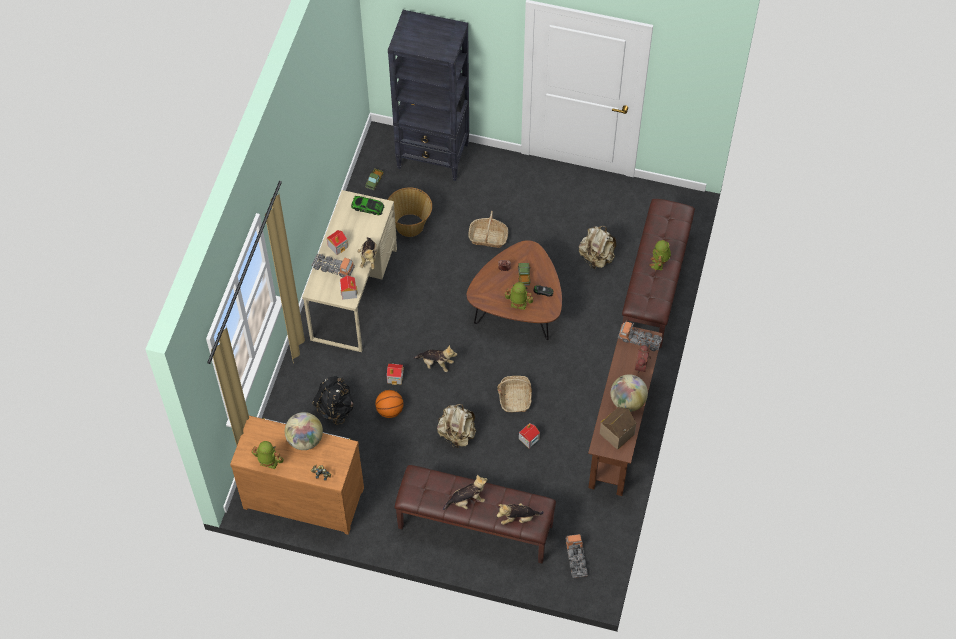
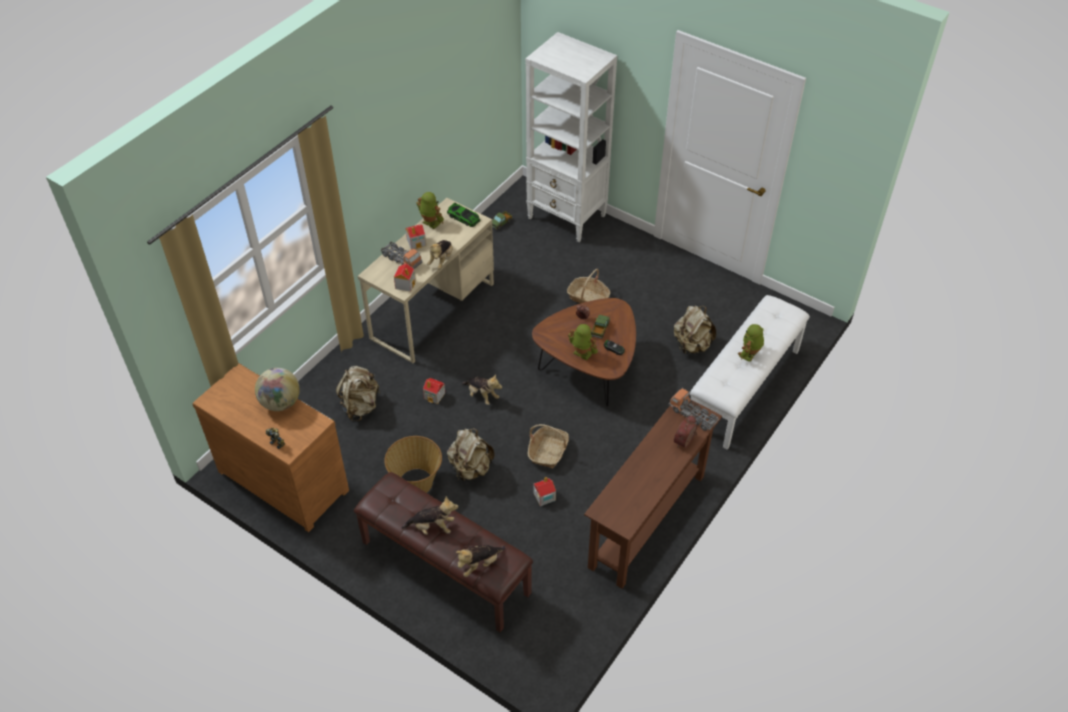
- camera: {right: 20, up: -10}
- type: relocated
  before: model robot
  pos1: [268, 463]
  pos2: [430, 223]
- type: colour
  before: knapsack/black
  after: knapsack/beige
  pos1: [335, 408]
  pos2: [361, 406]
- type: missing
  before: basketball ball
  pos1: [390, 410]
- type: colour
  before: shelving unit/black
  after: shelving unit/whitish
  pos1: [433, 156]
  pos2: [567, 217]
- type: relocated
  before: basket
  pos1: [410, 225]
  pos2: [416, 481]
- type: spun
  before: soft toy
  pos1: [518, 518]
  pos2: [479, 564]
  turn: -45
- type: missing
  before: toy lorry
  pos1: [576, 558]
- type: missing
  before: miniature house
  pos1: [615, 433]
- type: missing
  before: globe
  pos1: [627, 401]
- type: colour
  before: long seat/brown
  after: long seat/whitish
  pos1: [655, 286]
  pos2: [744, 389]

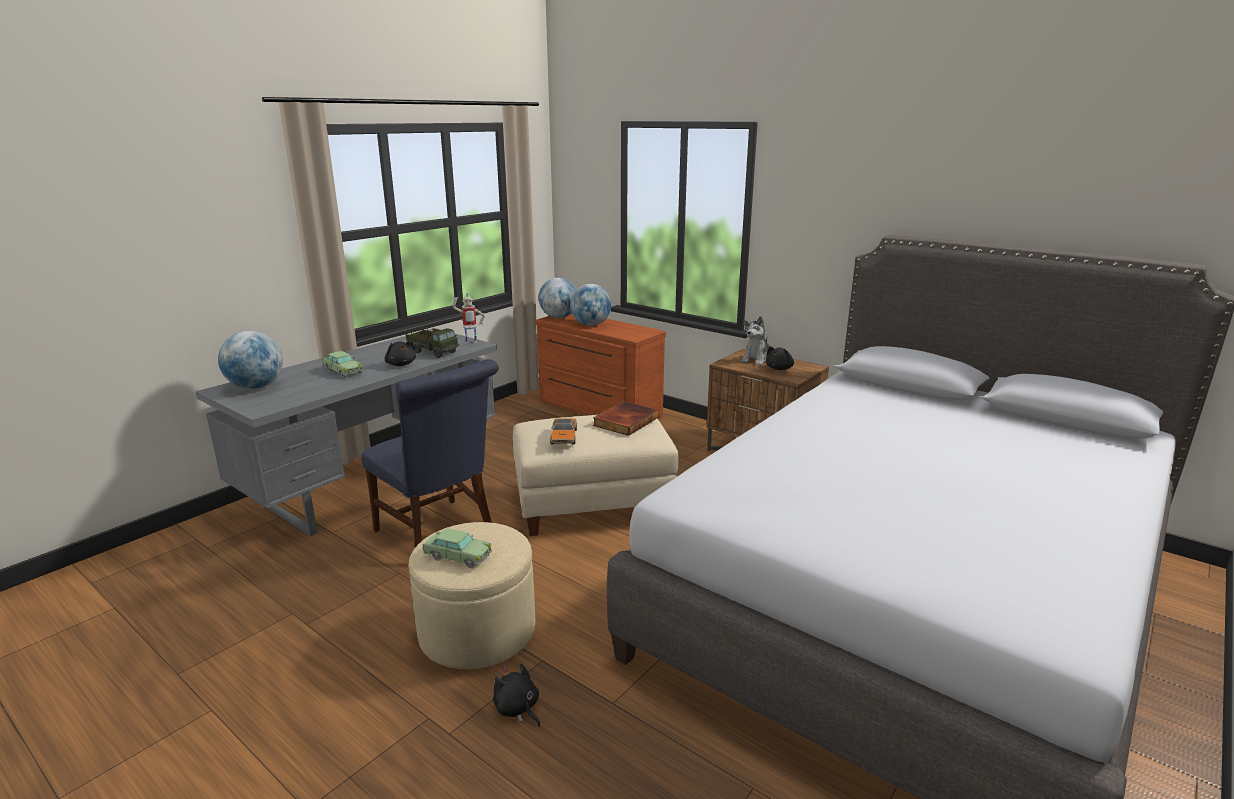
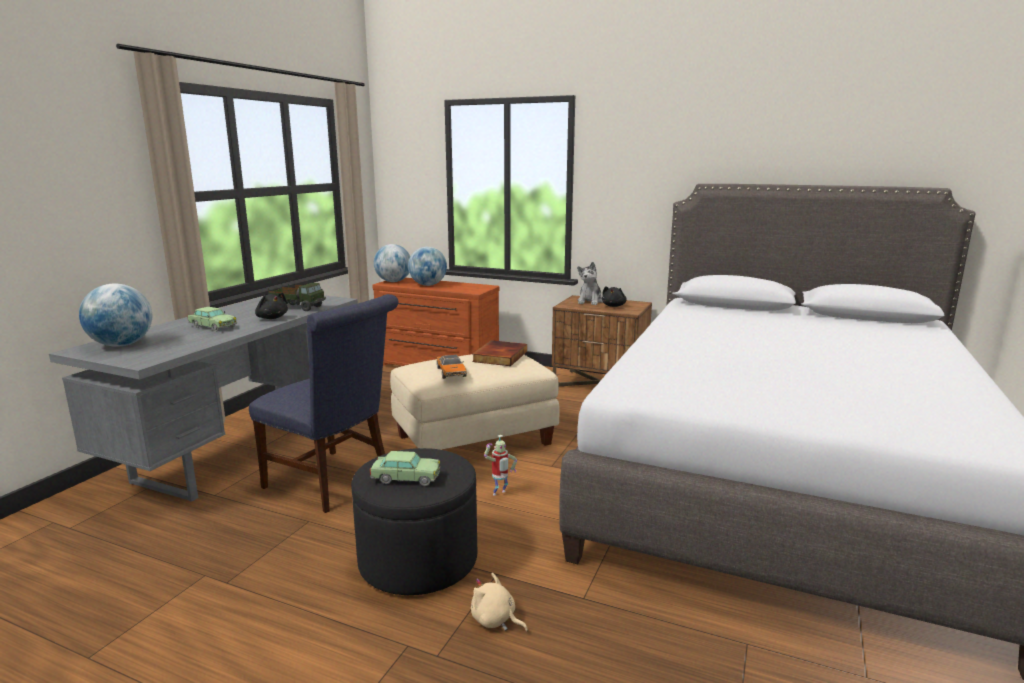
- camera: {right: -15, up: -5}
- type: colour
  before: footrest/beige
  after: footrest/black
  pos1: [477, 631]
  pos2: [418, 560]
- type: relocated
  before: model robot
  pos1: [470, 343]
  pos2: [500, 494]
- type: colour
  before: soft toy/black
  after: soft toy/beige
  pos1: [517, 709]
  pos2: [495, 620]

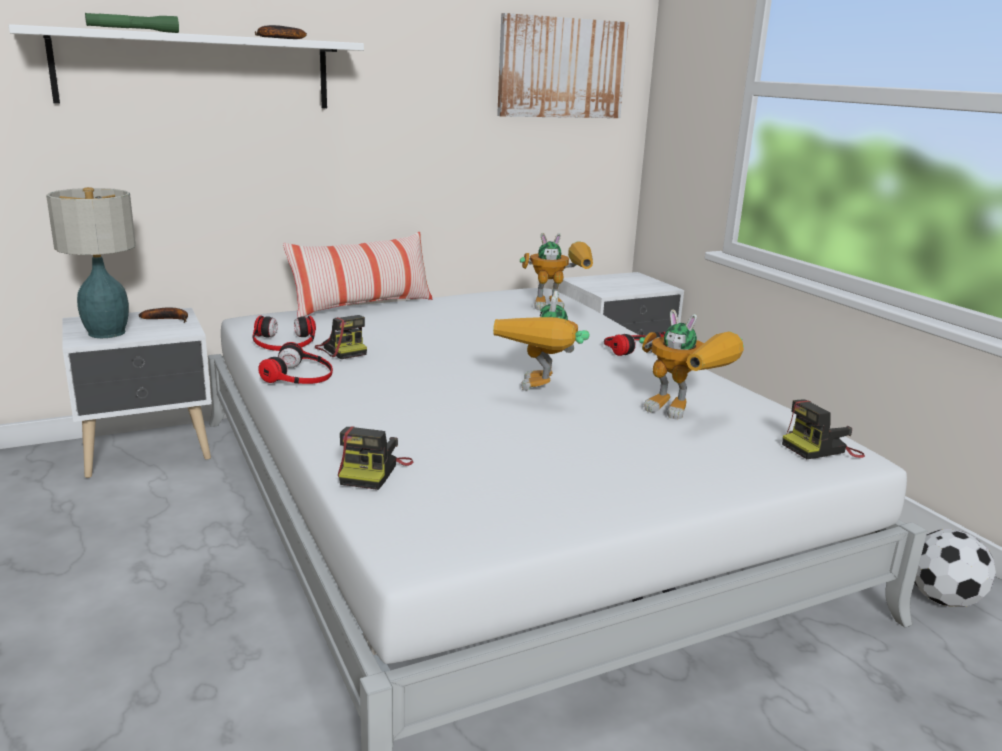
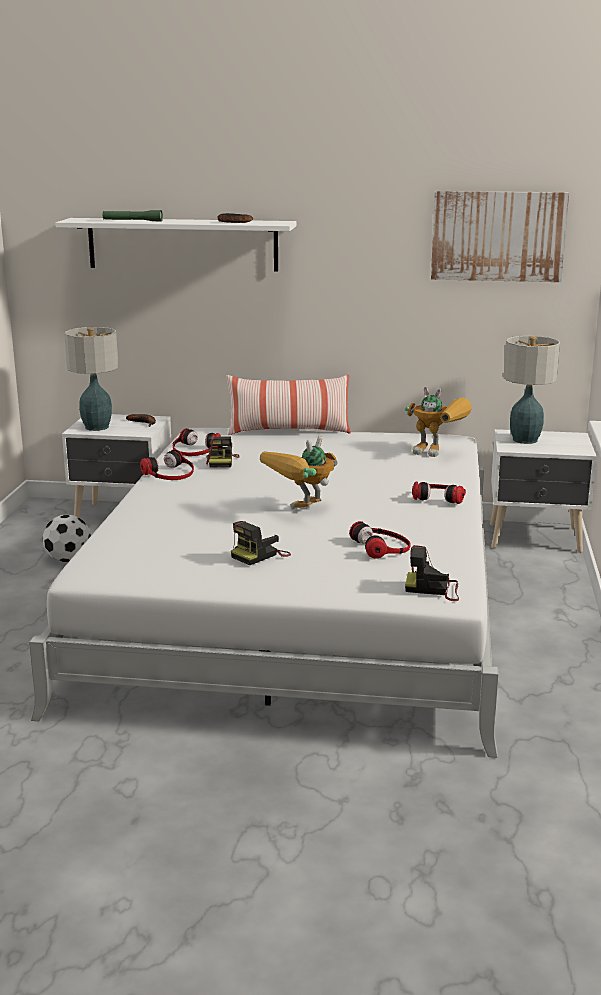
- camera: {right: 35, up: 0}
- type: relocated
  before: photo camera
  pos1: [373, 471]
  pos2: [260, 555]
- type: exchanged
  before: model robot
  after: pair of headphones
  pos1: [685, 413]
  pos2: [382, 547]
- type: relocated
  before: football ball
  pos1: [943, 599]
  pos2: [69, 559]
- type: appeared
  after: lamp for a table
  pos2: [525, 440]

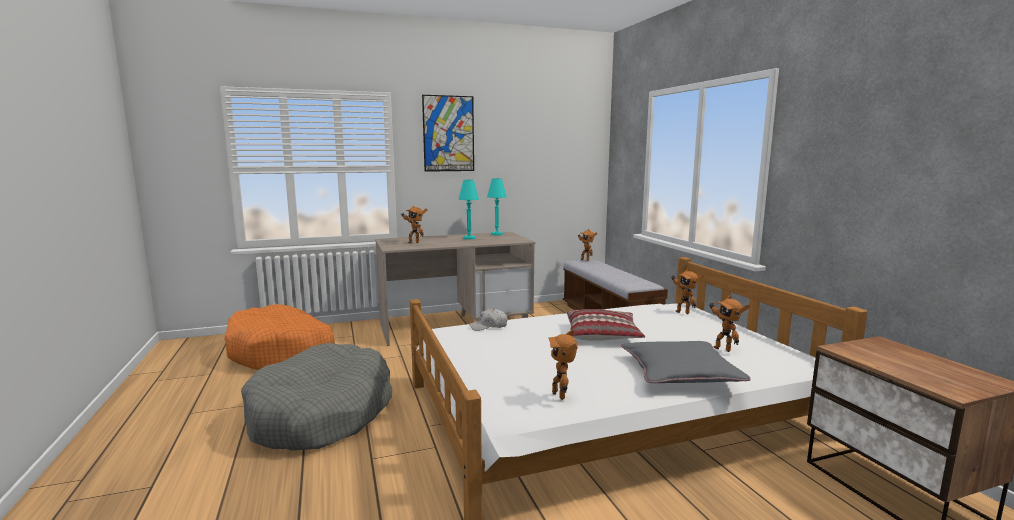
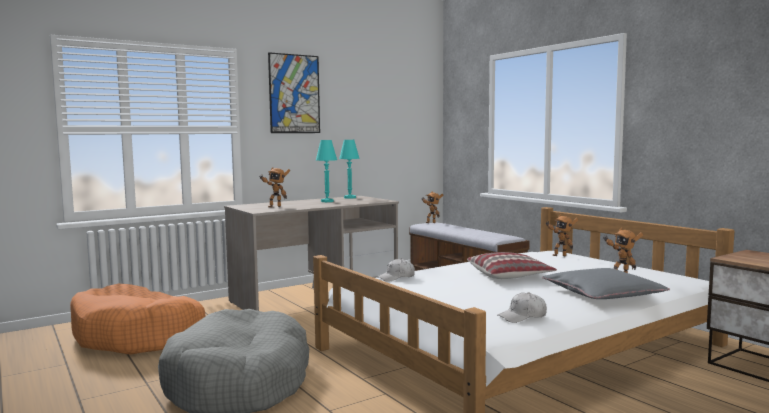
- camera: {right: -15, up: -5}
- type: exchanged
  before: model robot
  after: peaked cap/whitish
  pos1: [560, 395]
  pos2: [522, 317]

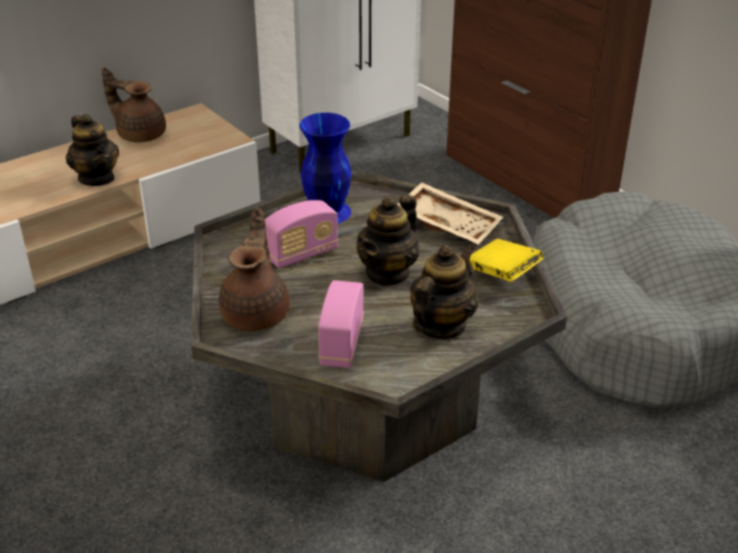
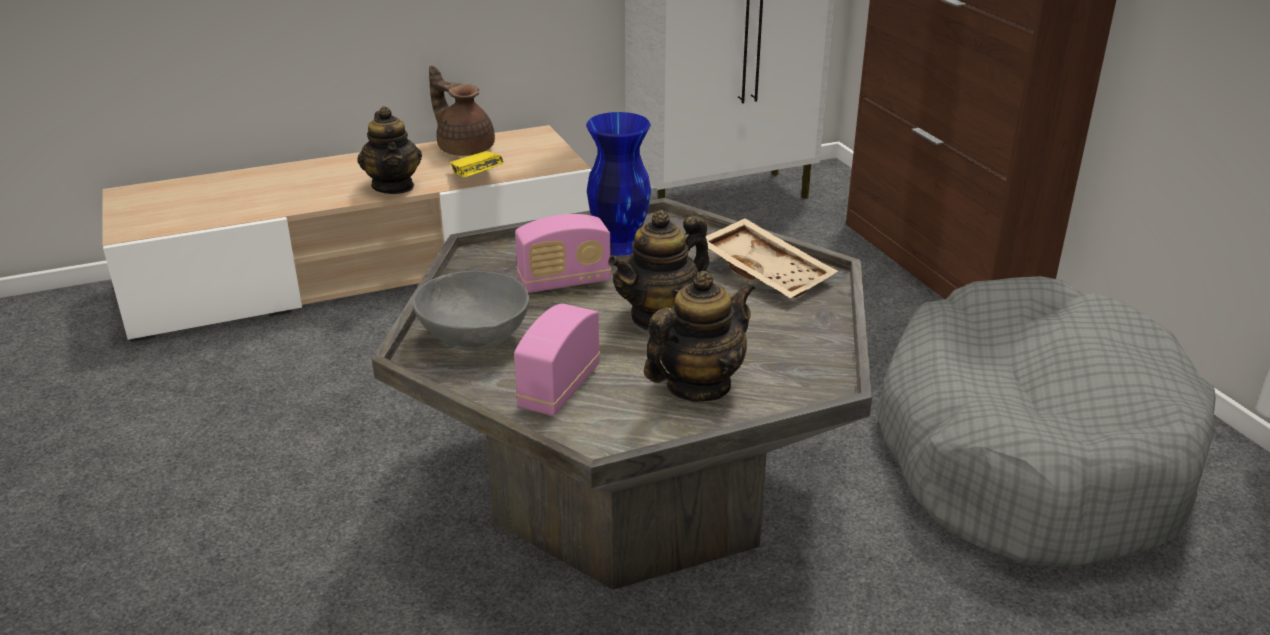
- camera: {right: 15, up: -5}
- type: exchanged
  before: tea pot/brown
  after: bowl/greyish
  pos1: [257, 313]
  pos2: [475, 338]
- type: relocated
  before: volume/yellow
  pos1: [502, 274]
  pos2: [477, 179]

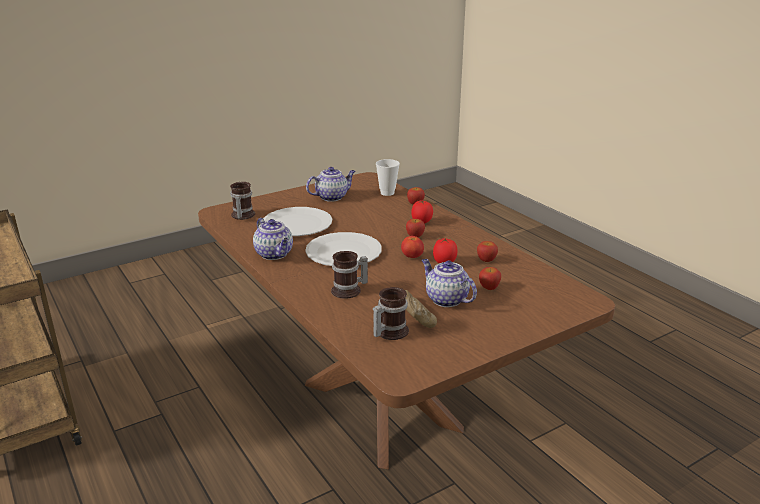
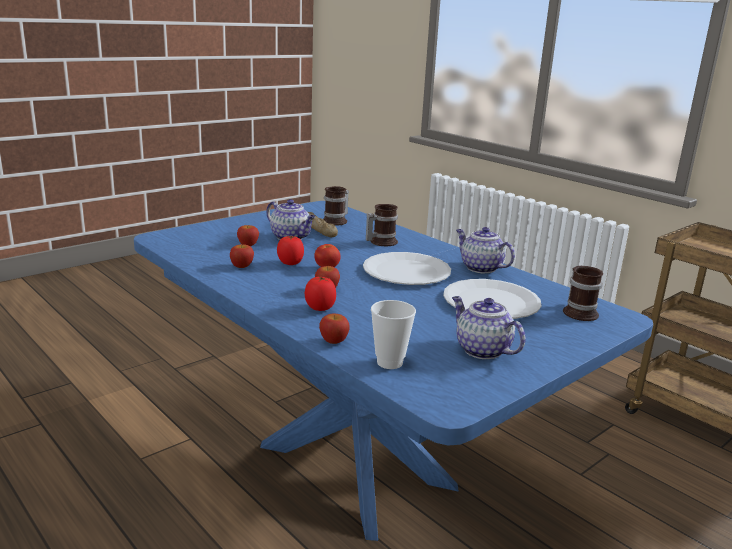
- camera: {right: 170, up: -5}
- type: colour
  before: dinner table/brown
  after: dinner table/blue-coloured
  pos1: [380, 406]
  pos2: [355, 464]
- type: spun
  before: tea pot
  pos1: [332, 197]
  pos2: [481, 350]
  turn: 90

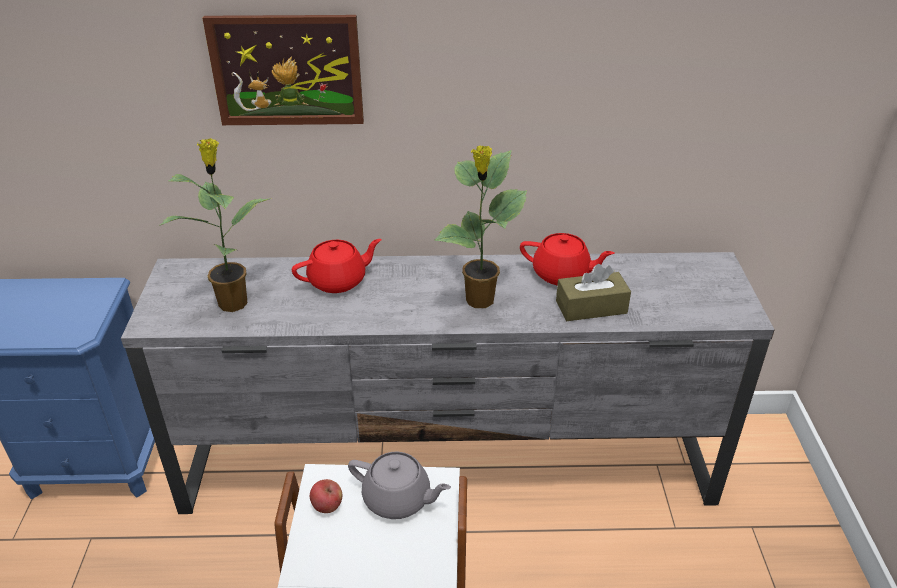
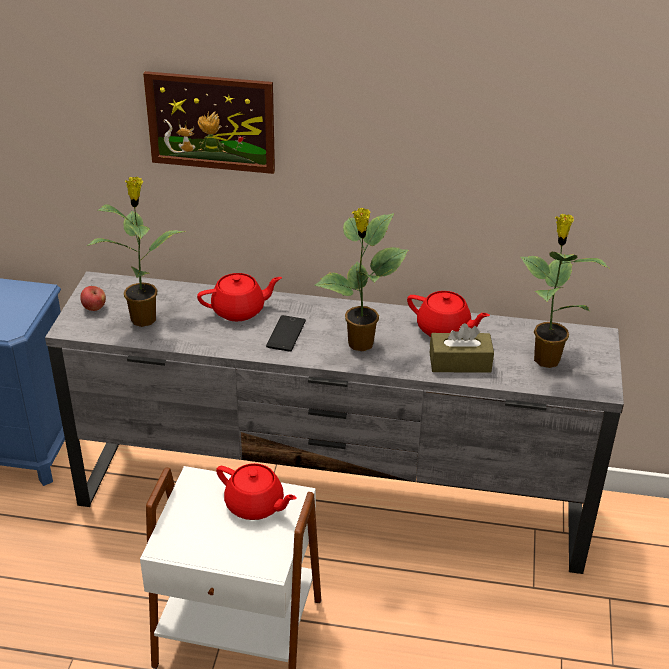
- camera: {right: 10, up: 0}
- type: relocated
  before: apple fruit
  pos1: [327, 506]
  pos2: [94, 308]
- type: colour
  before: tea pot/greyish
  after: tea pot/red-coloured
  pos1: [398, 499]
  pos2: [255, 505]
- type: appeared
  after: handset
  pos2: [286, 334]
- type: appeared
  after: houseplant
  pos2: [545, 358]

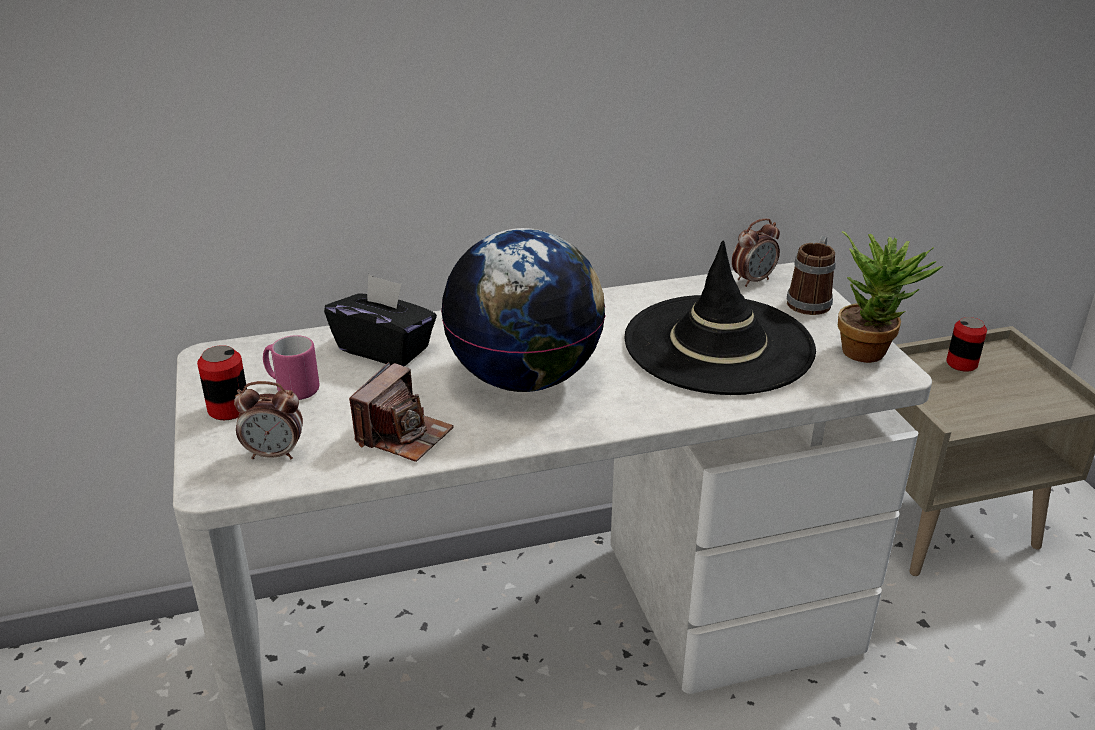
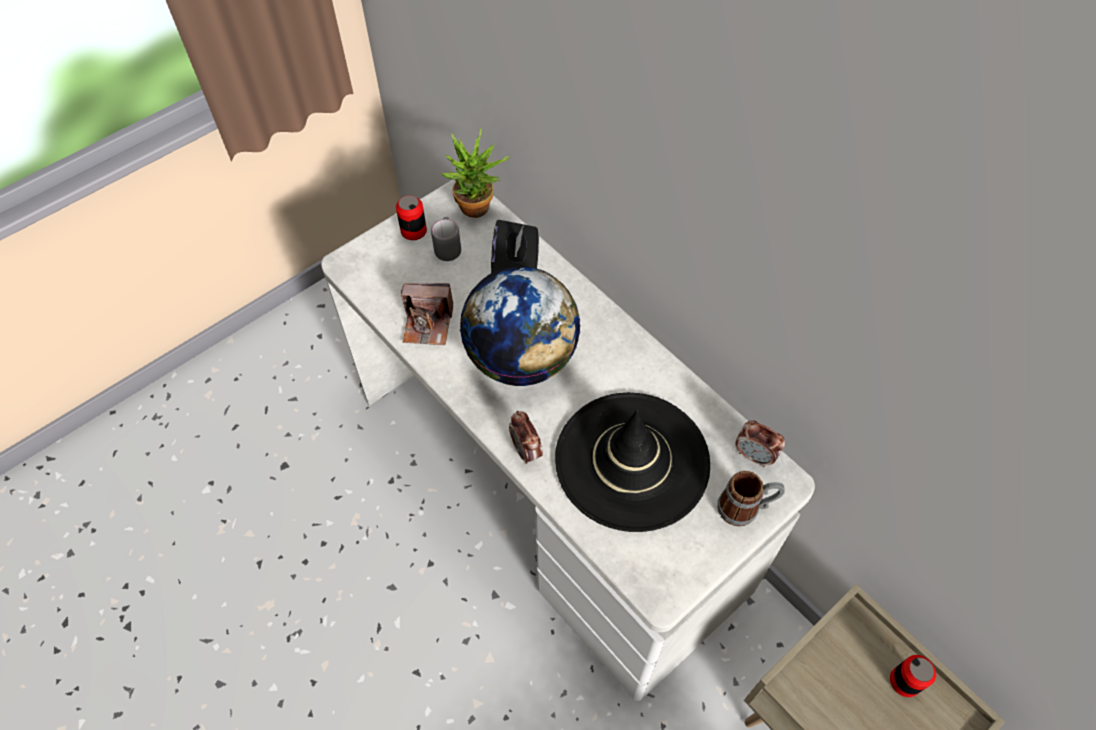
- camera: {right: 65, up: 25}
- type: relocated
  before: table clock
  pos1: [275, 454]
  pos2: [526, 451]
- type: colour
  before: mug/pinkish
  after: mug/greyish
  pos1: [292, 389]
  pos2: [448, 248]
- type: relocated
  before: houseplant
  pos1: [871, 350]
  pos2: [479, 211]

